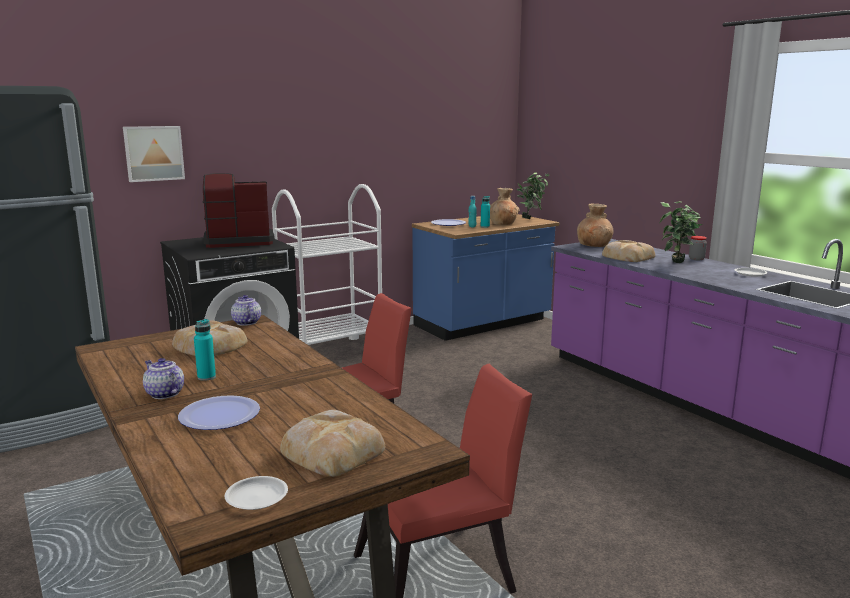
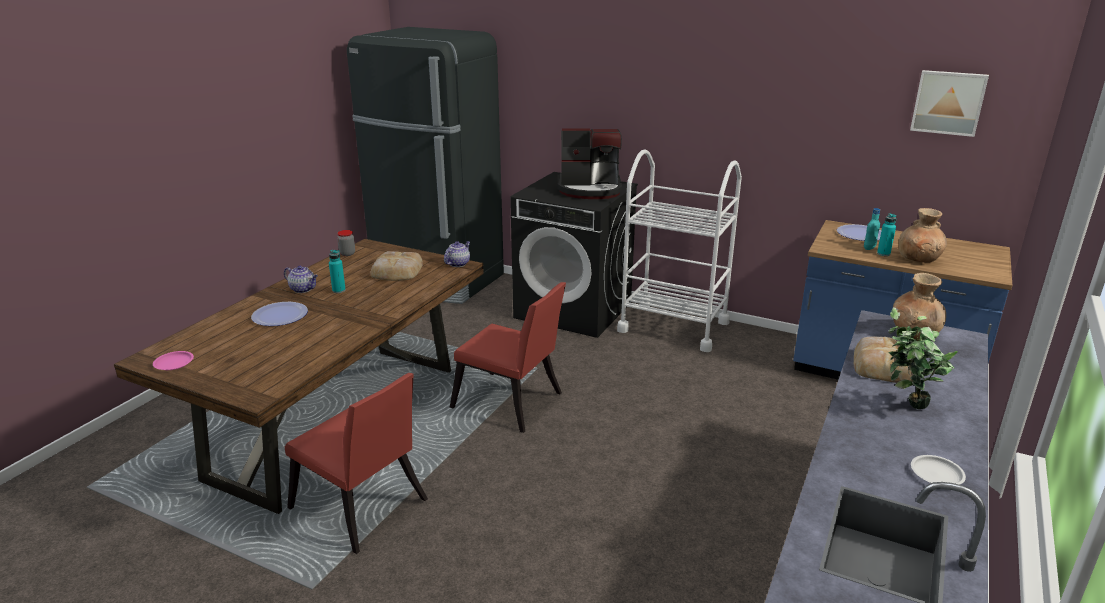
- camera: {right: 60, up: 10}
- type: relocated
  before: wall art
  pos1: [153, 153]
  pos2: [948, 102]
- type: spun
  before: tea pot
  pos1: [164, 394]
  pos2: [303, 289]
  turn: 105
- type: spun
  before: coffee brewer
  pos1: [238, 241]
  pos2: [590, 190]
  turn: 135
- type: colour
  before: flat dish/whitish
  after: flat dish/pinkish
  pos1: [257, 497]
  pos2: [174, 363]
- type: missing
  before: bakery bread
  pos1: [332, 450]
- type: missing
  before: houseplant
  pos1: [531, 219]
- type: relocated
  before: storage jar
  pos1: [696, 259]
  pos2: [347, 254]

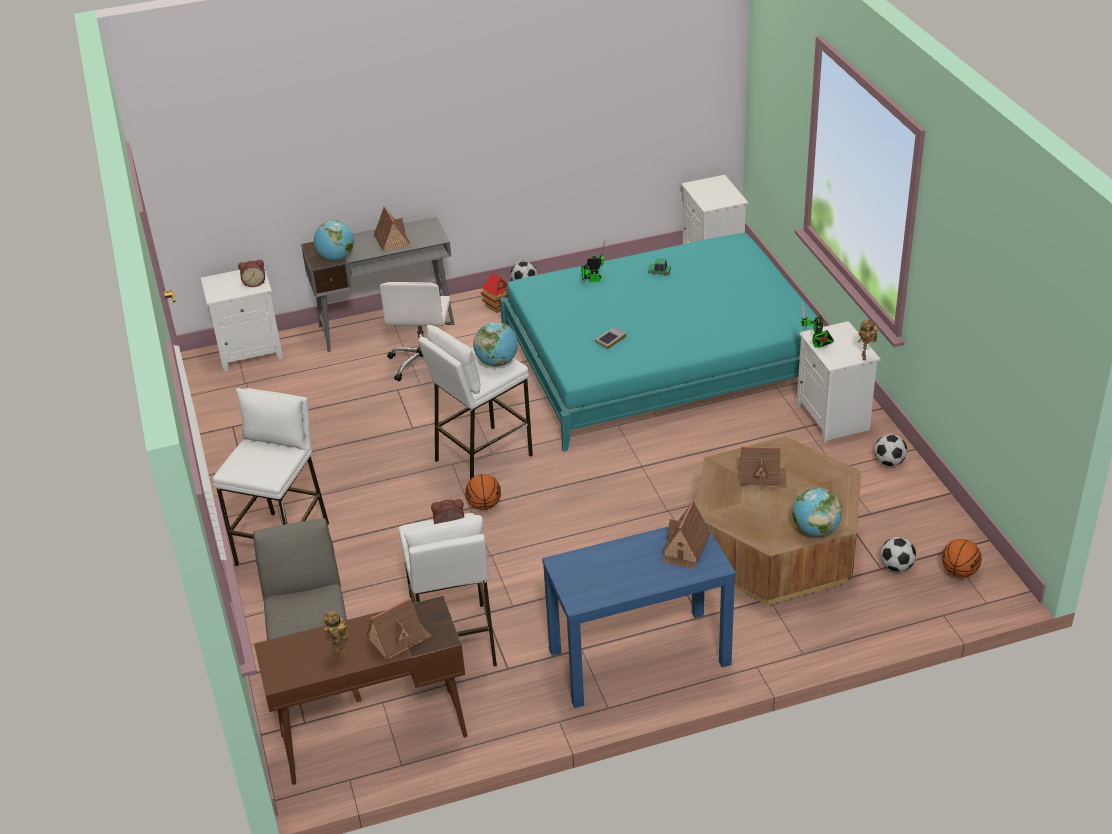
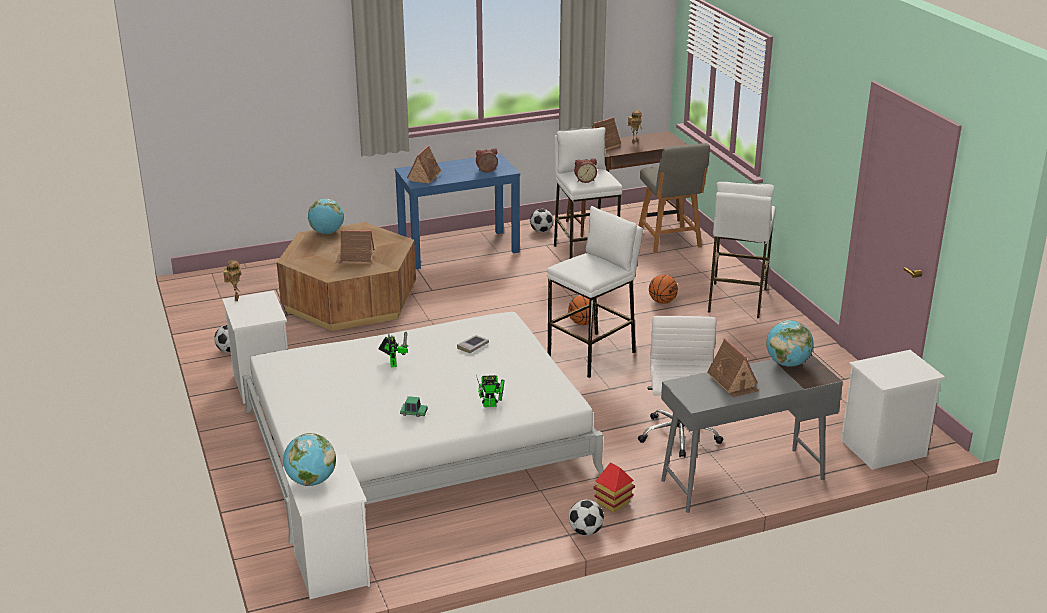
- camera: {right: 175, up: -10}
- type: relocated
  before: table clock
  pos1: [254, 283]
  pos2: [487, 171]
- type: relocated
  before: globe
  pos1: [497, 362]
  pos2: [311, 481]
- type: colour
  before: sleeping bed/turquoise
  after: sleeping bed/whitish
  pos1: [662, 357]
  pos2: [418, 441]
- type: relocated
  before: model robot
  pos1: [816, 345]
  pos2: [393, 362]
- type: relocated
  before: football ball
  pos1: [896, 567]
  pos2: [541, 231]
- type: relocated
  before: basketball ball
  pos1: [959, 572]
  pos2: [662, 302]

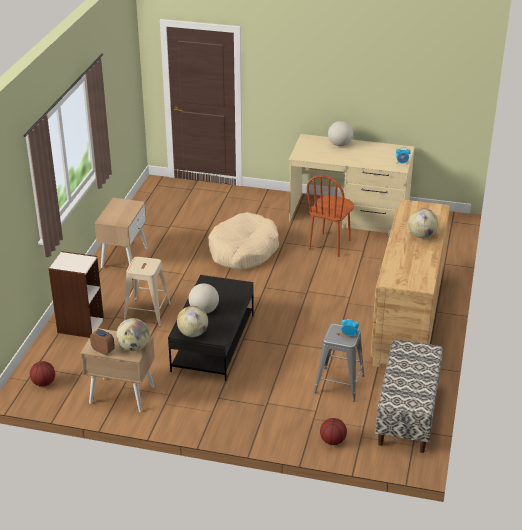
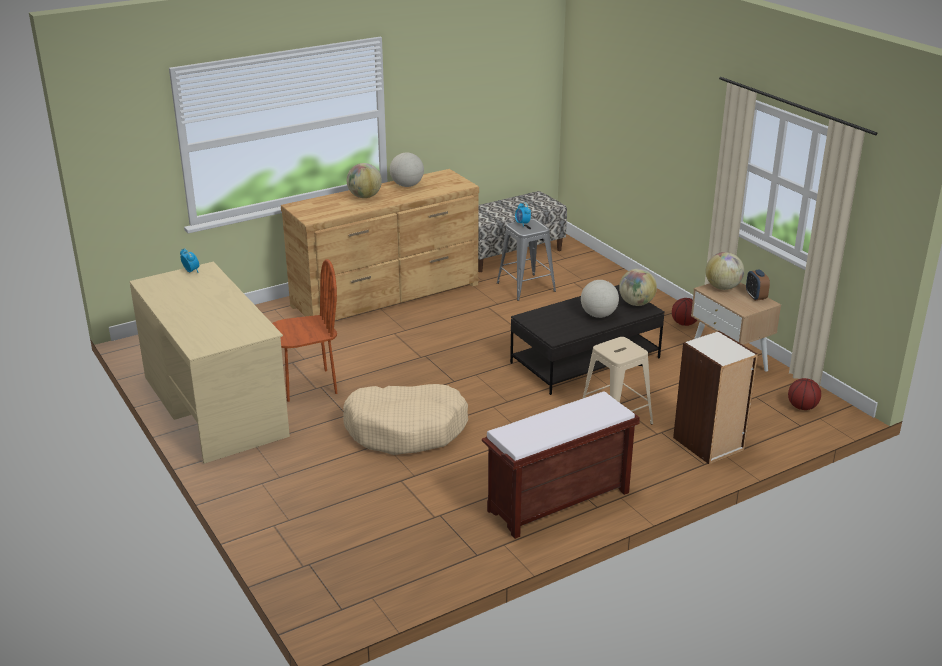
- camera: {right: -135, up: -5}
- type: exchanged
  before: night table/beige
  after: long seat/brown
  pos1: [124, 257]
  pos2: [557, 502]
- type: relocated
  before: basketball ball
  pos1: [332, 441]
  pos2: [684, 324]
- type: relocated
  before: globe
  pos1: [340, 145]
  pos2: [407, 185]

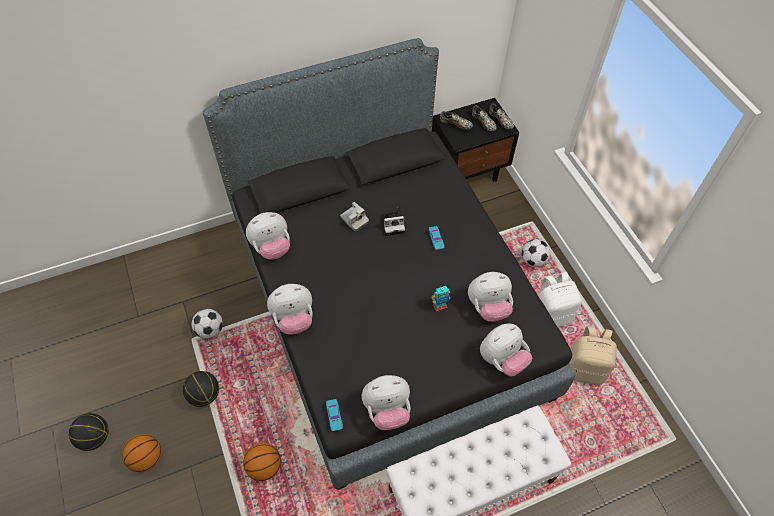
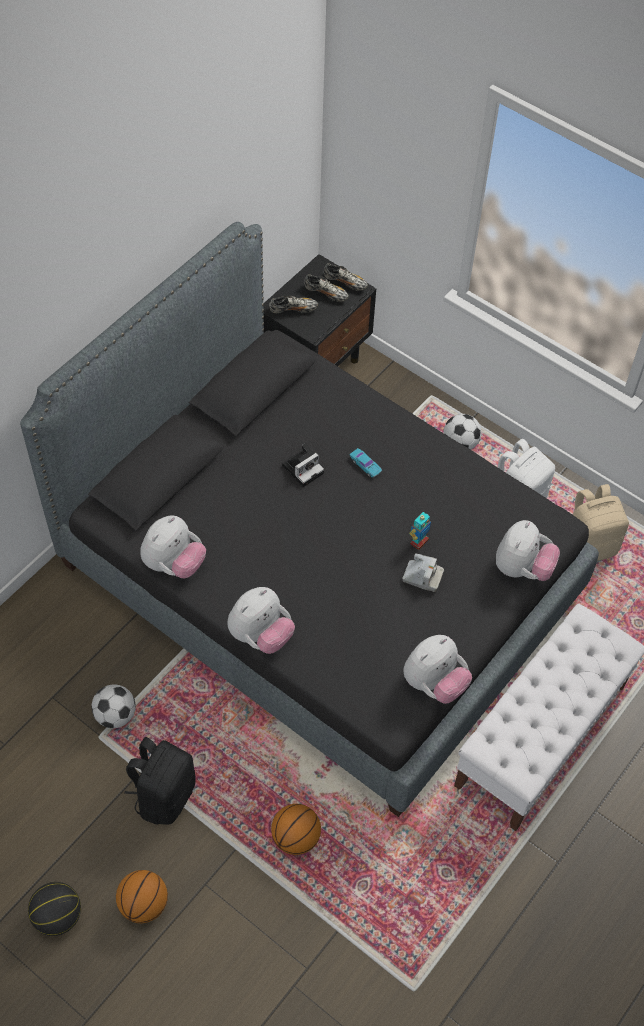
- camera: {right: -30, up: 0}
- type: exchanged
  before: basketball ball
  after: knapsack/black
  pos1: [204, 395]
  pos2: [164, 795]
- type: missing
  before: miniature car/turquoise
  pos1: [334, 416]
- type: relocated
  before: photo camera
  pos1: [354, 220]
  pos2: [422, 577]
- type: missing
  before: soft toy
  pos1: [488, 307]

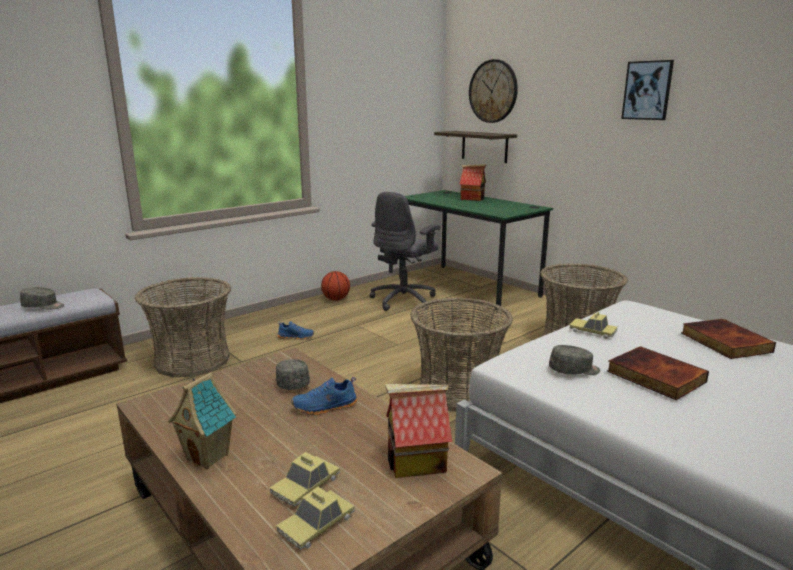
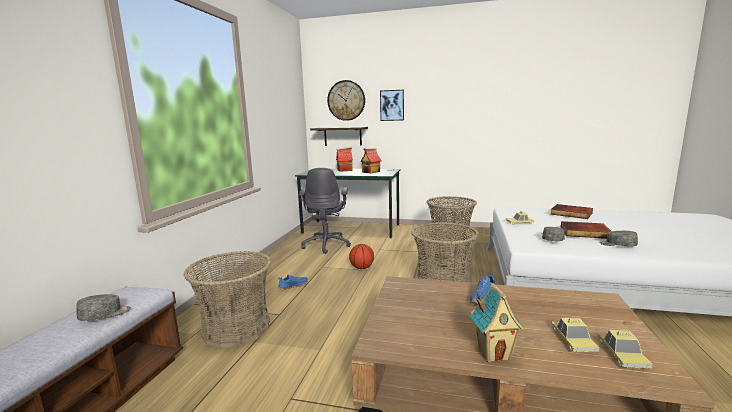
- camera: {right: -35, up: -5}
- type: relocated
  before: peaked cap/greyish
  pos1: [291, 382]
  pos2: [617, 245]
- type: relocated
  before: basketball ball
  pos1: [336, 299]
  pos2: [362, 268]
- type: relocated
  before: miniature house
  pos1: [415, 462]
  pos2: [371, 172]
- type: relocated
  before: wall art
  pos1: [647, 90]
  pos2: [392, 105]

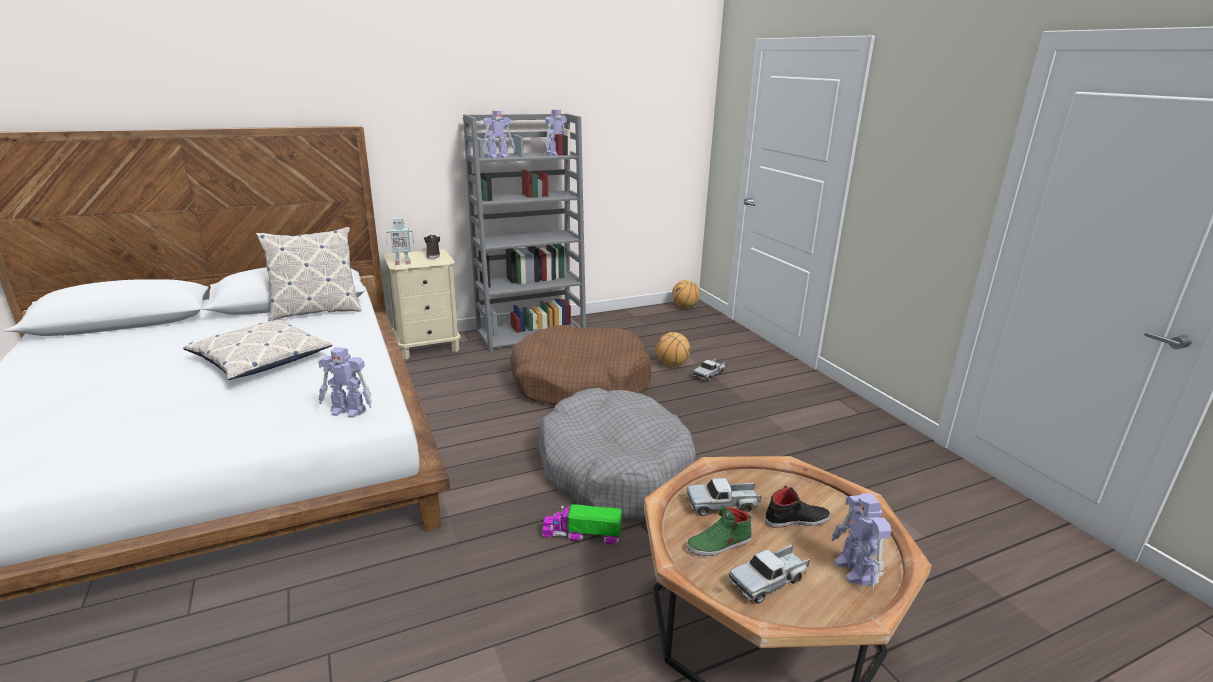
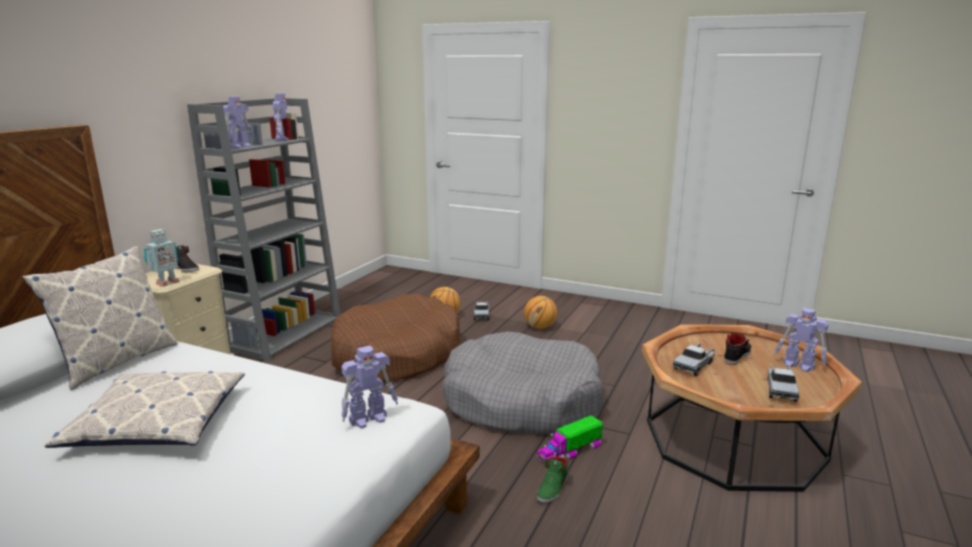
- camera: {right: -40, up: -5}
- type: relocated
  before: basketball ball
  pos1: [685, 307]
  pos2: [540, 327]
- type: relocated
  before: shoe/green
  pos1: [719, 544]
  pos2: [553, 489]

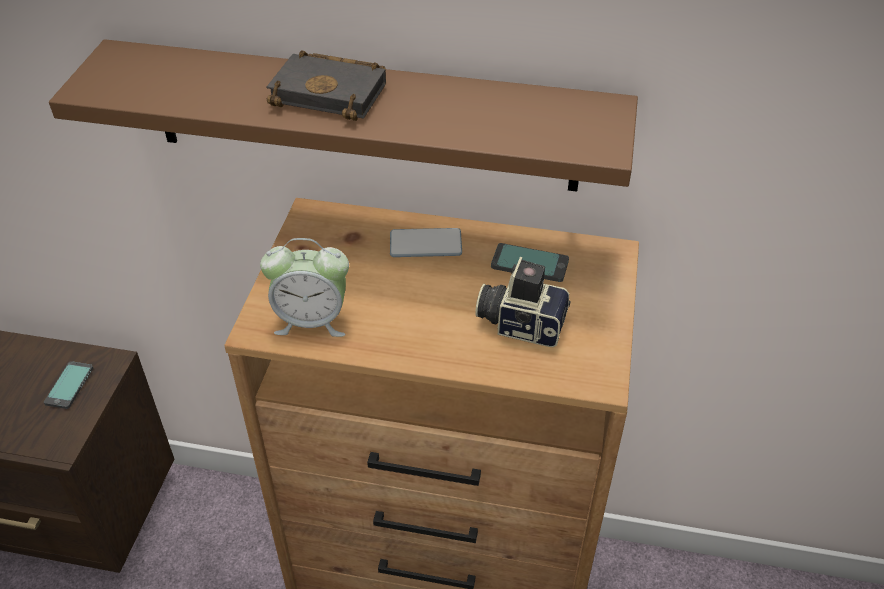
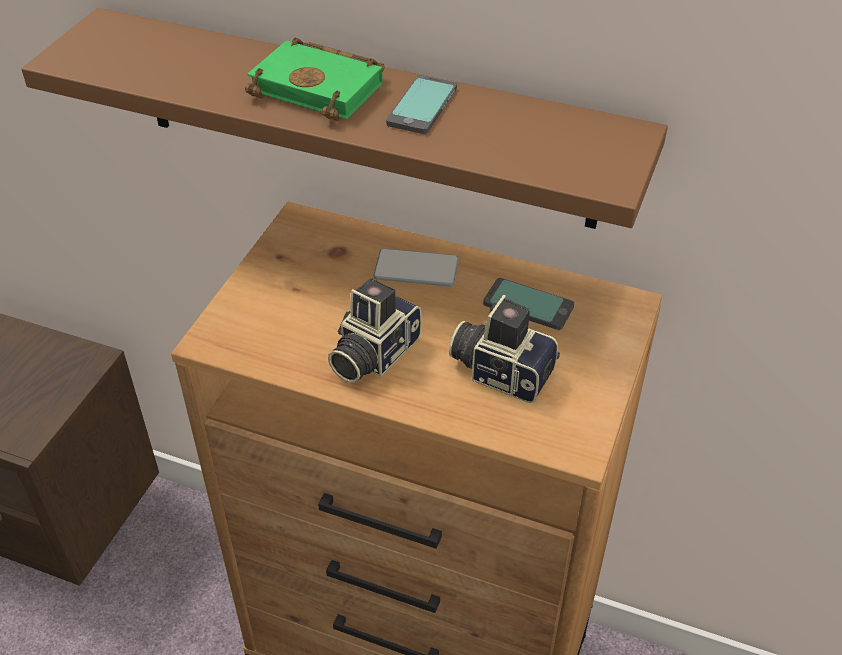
- camera: {right: 10, up: 0}
- type: relocated
  before: handset
  pos1: [69, 386]
  pos2: [422, 106]
- type: missing
  before: table clock
  pos1: [312, 320]
- type: colour
  before: volume/black
  after: volume/green
  pos1: [333, 92]
  pos2: [322, 87]
- type: appeared
  after: photo camera
  pos2: [372, 354]

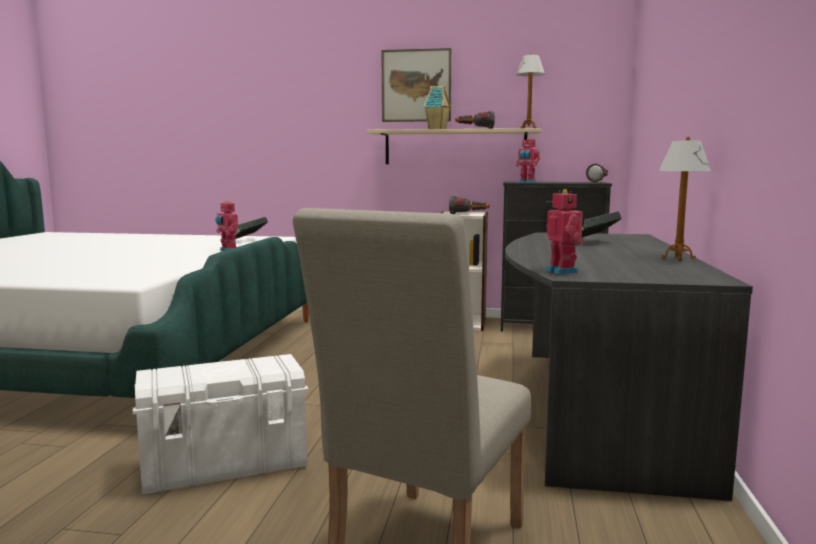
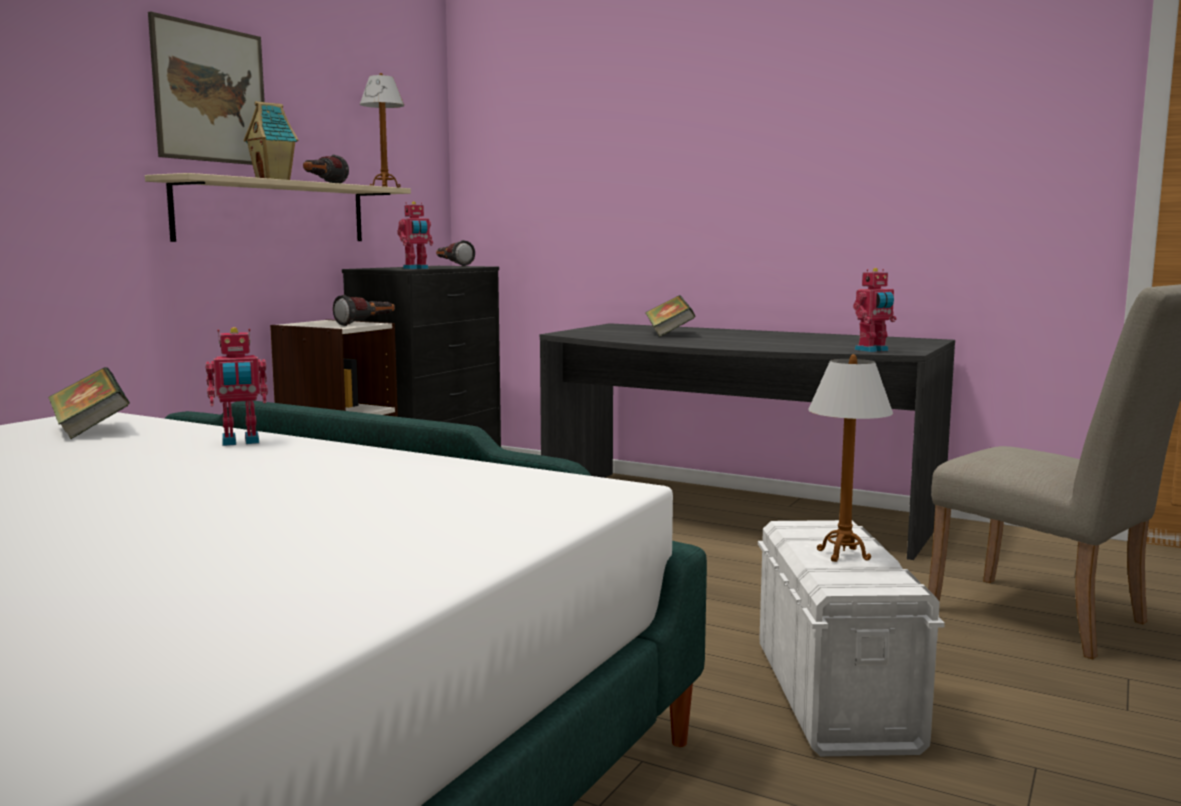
- camera: {right: -70, up: 0}
- type: spun
  before: model robot
  pos1: [563, 271]
  pos2: [873, 350]
  turn: 150
- type: relocated
  before: lamp for a table
  pos1: [678, 258]
  pos2: [843, 555]

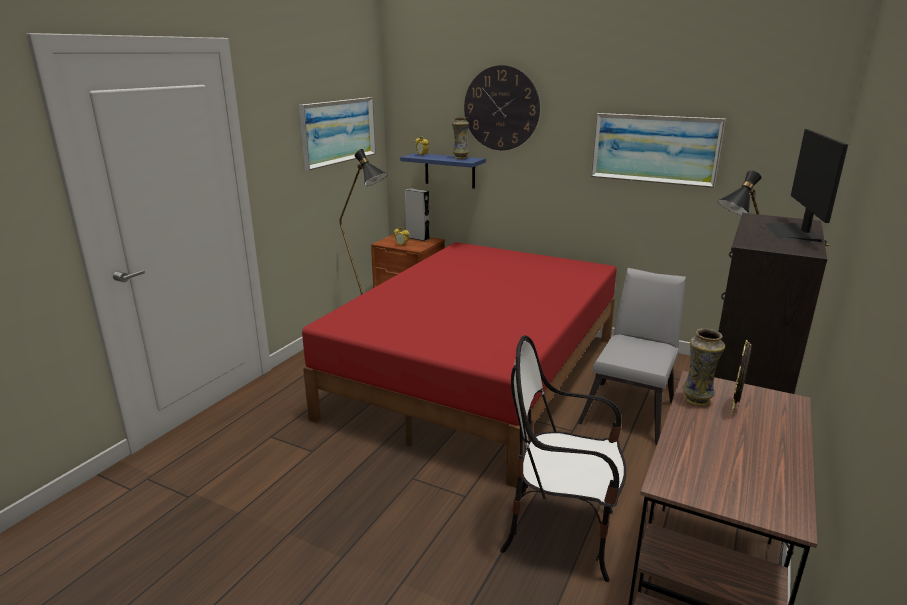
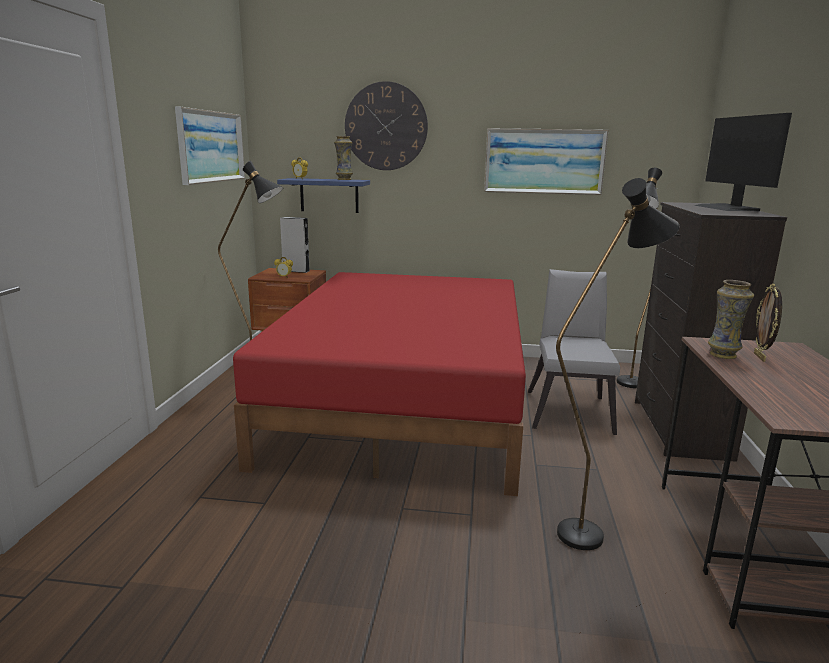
- camera: {right: -20, up: -5}
- type: exchanged
  before: chair
  after: standing lamp/black
  pos1: [561, 534]
  pos2: [591, 529]

